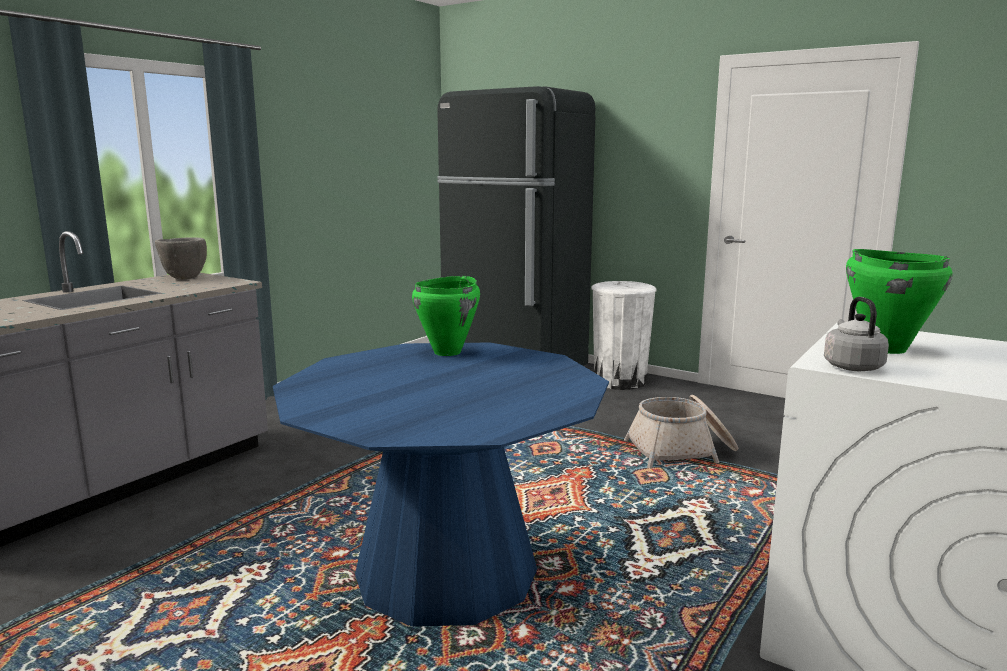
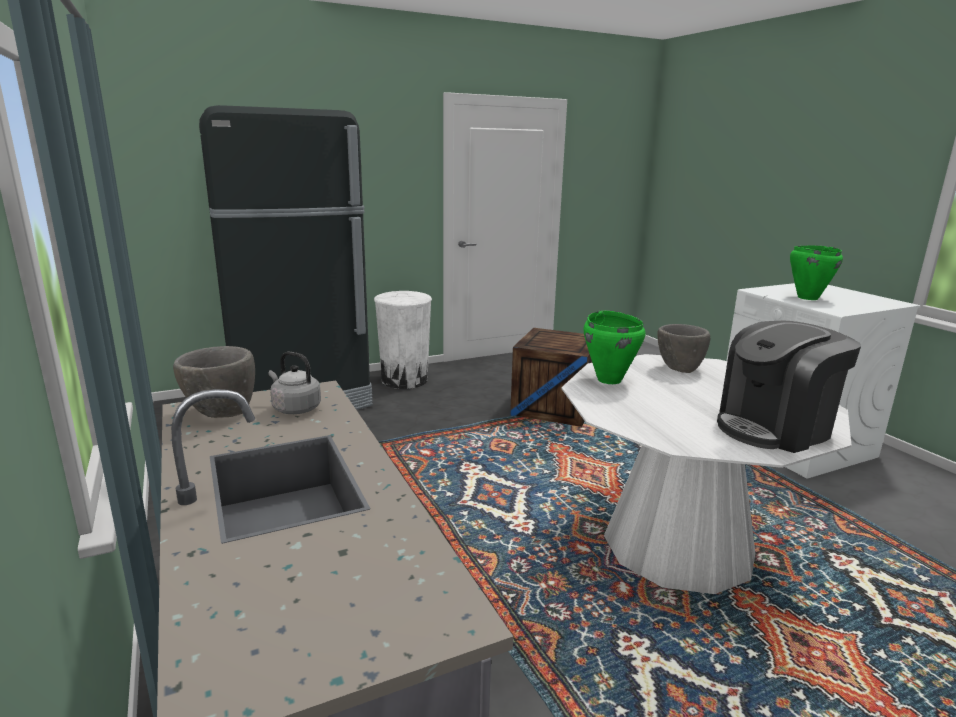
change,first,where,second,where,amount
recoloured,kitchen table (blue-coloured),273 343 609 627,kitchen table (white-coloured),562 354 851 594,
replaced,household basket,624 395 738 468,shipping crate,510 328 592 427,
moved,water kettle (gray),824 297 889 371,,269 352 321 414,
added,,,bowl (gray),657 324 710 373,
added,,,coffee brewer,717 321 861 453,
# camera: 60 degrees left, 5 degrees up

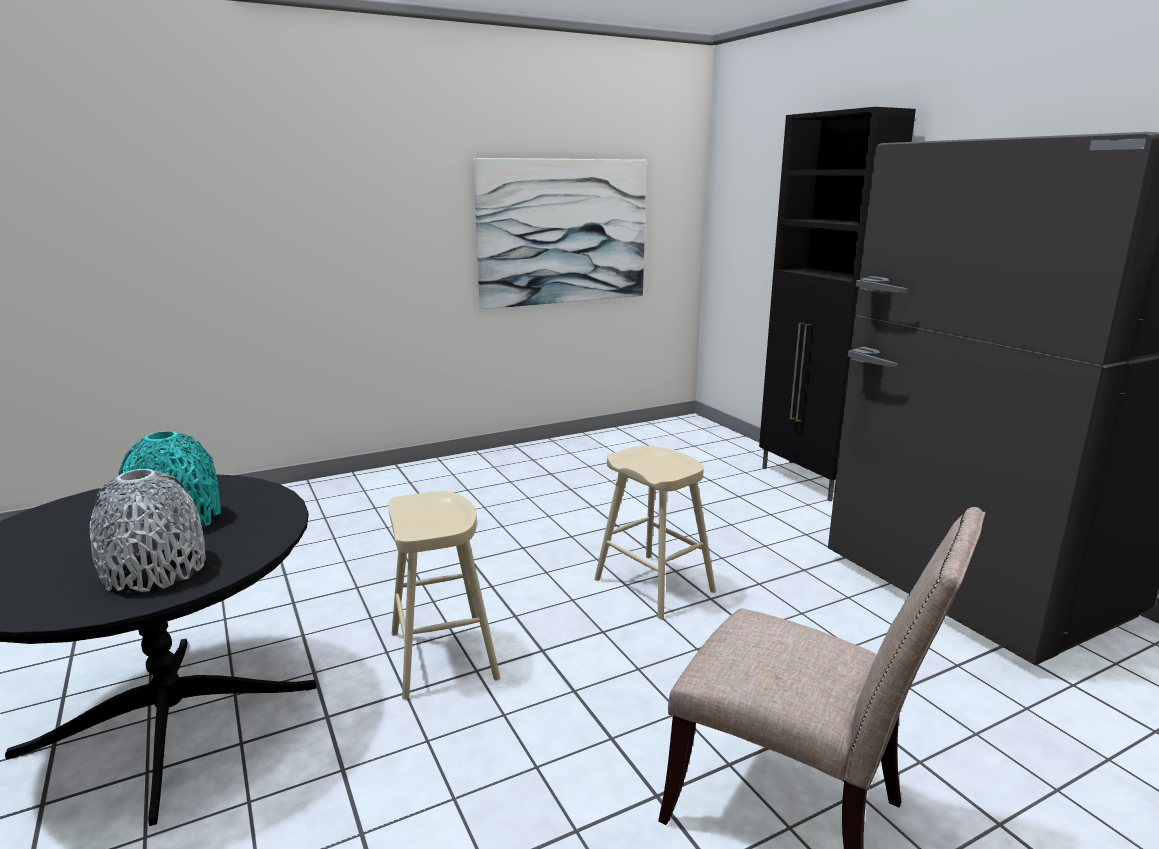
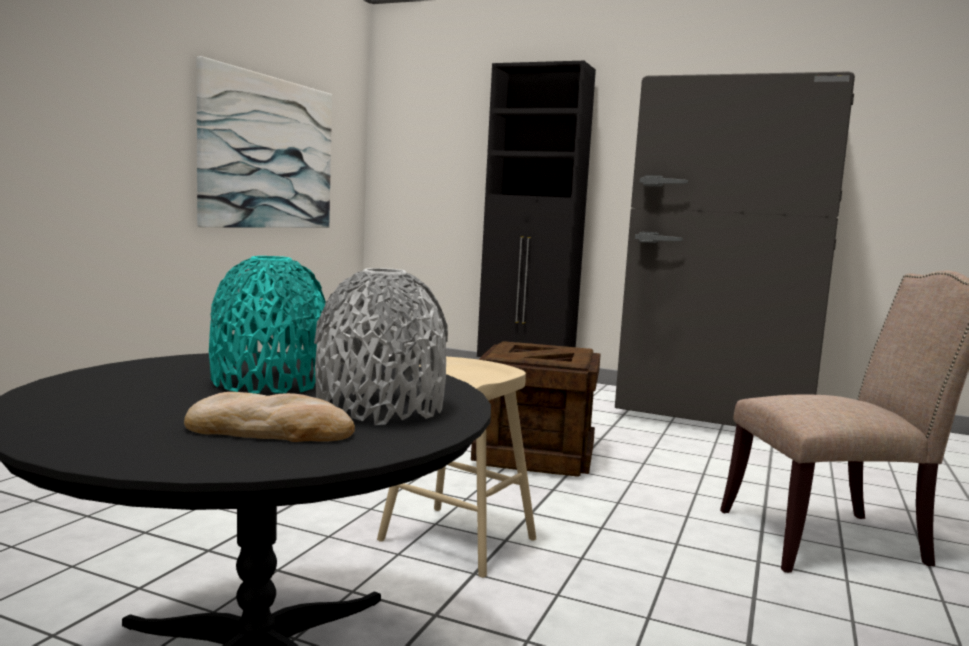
change,first,where,second,where,amount
replaced,stool (sand-coloured),594 446 716 619,shipping crate,471 341 601 477,
added,,,bread,184 392 355 442,
# camera: 40 degrees left, 10 degrees down

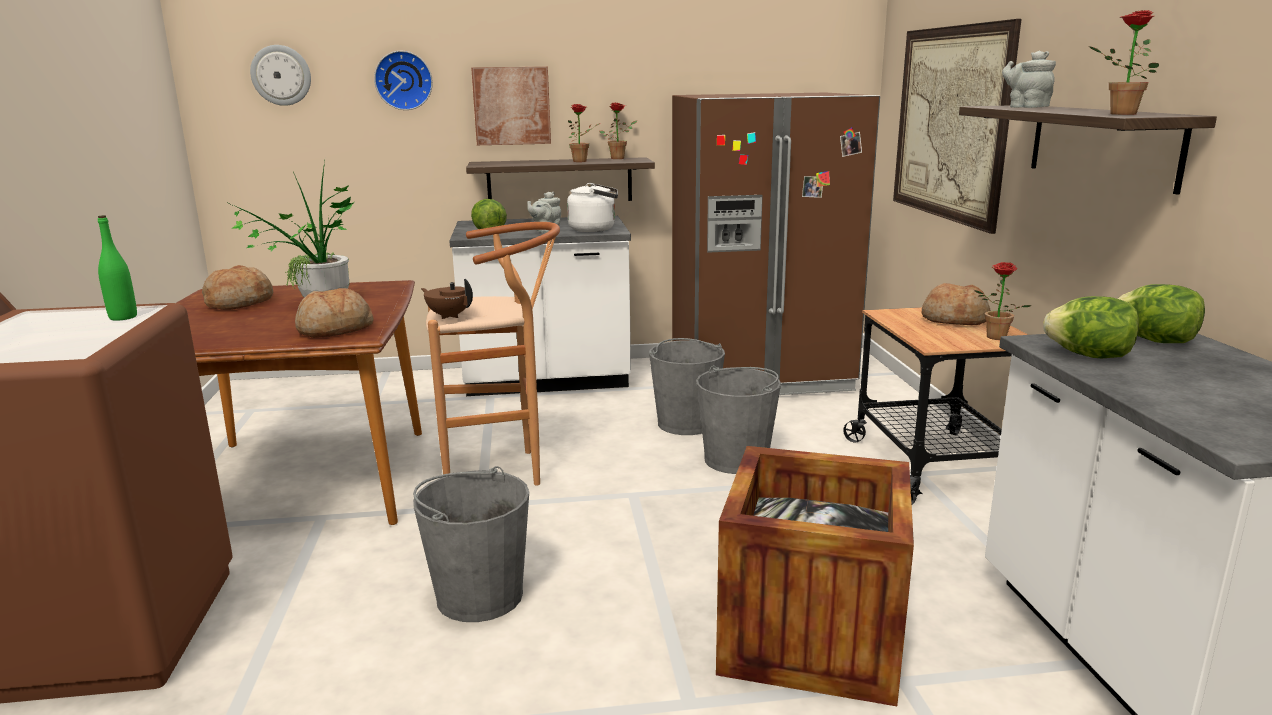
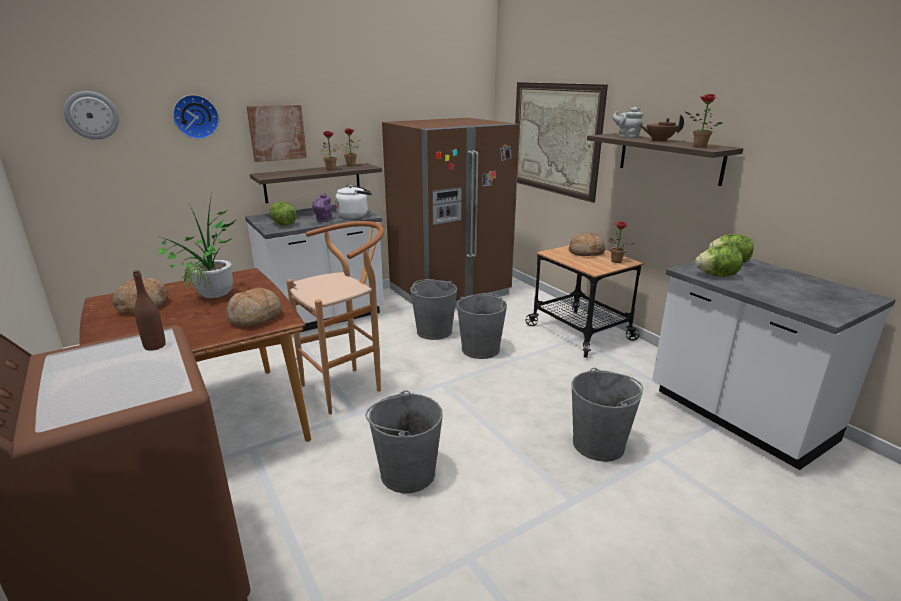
change,first,where,second,where,amount
recoloured,beverage bottle (green-coloured),98 215 137 321,beverage bottle (brown-coloured),133 270 166 351,
moved,tea pot (brown-coloured),421 279 473 319,,639 114 684 142,
recoloured,tea pot (gray),527 192 561 233,tea pot (purple),312 193 332 222,
replaced,shipping crate,716 446 914 706,pail (gray),572 368 643 462,
# camera: 25 degrees left, 5 degrees up

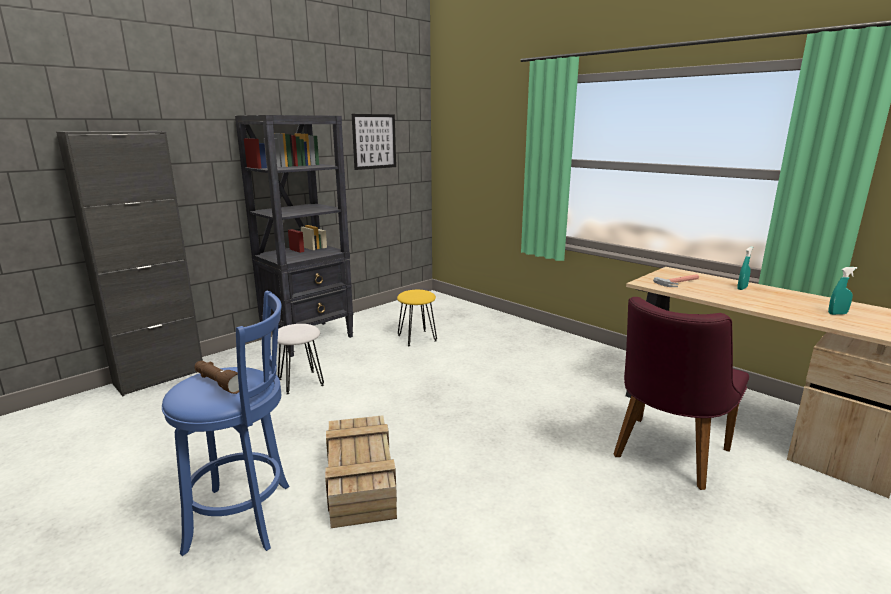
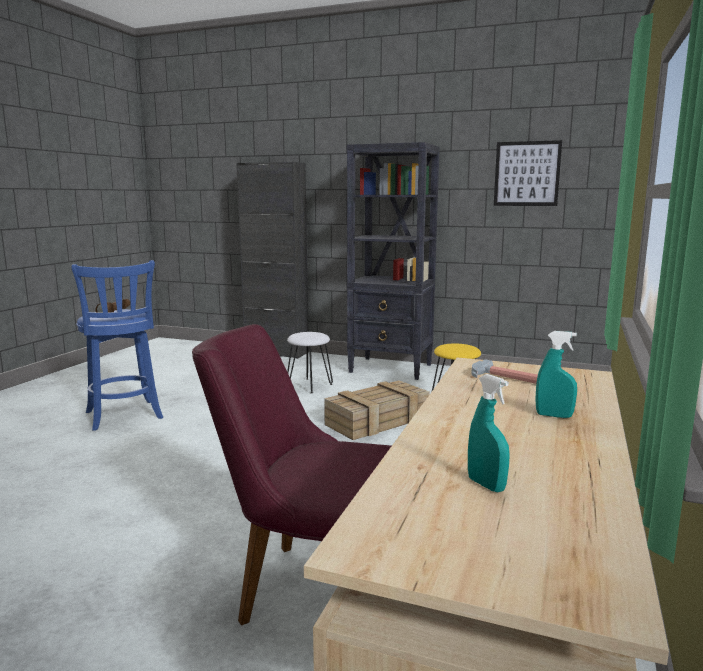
change,first,where,second,where,amount
moved,shipping crate,325 415 397 528,,324 380 430 440,
# camera: 65 degrees right, 5 degrees down

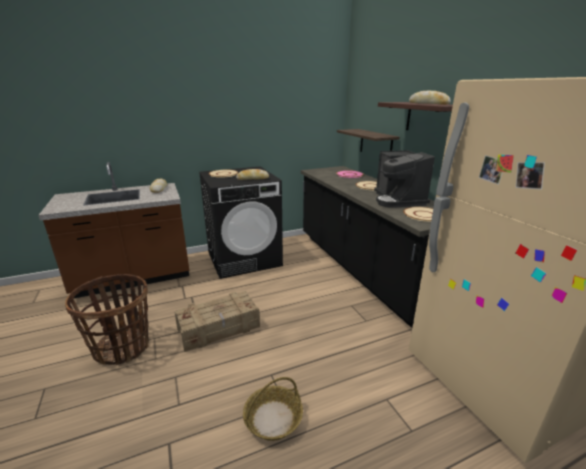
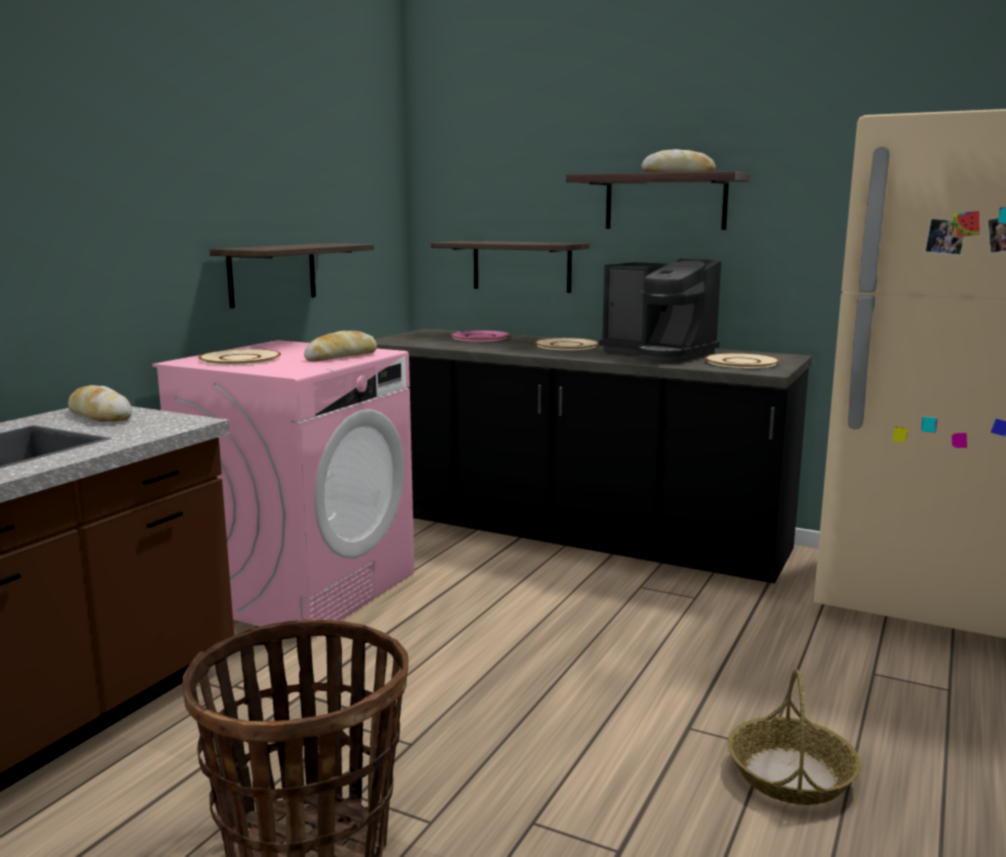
change,first,where,second,where,amount
removed,shipping crate,174 291 260 352,,,
recoloured,laundry machine (black-coloured),199 166 283 279,laundry machine (pinkish),152 340 414 639,
added,,,bracket shelf,209 243 374 308,
# camera: 40 degrees left, 10 degrees down

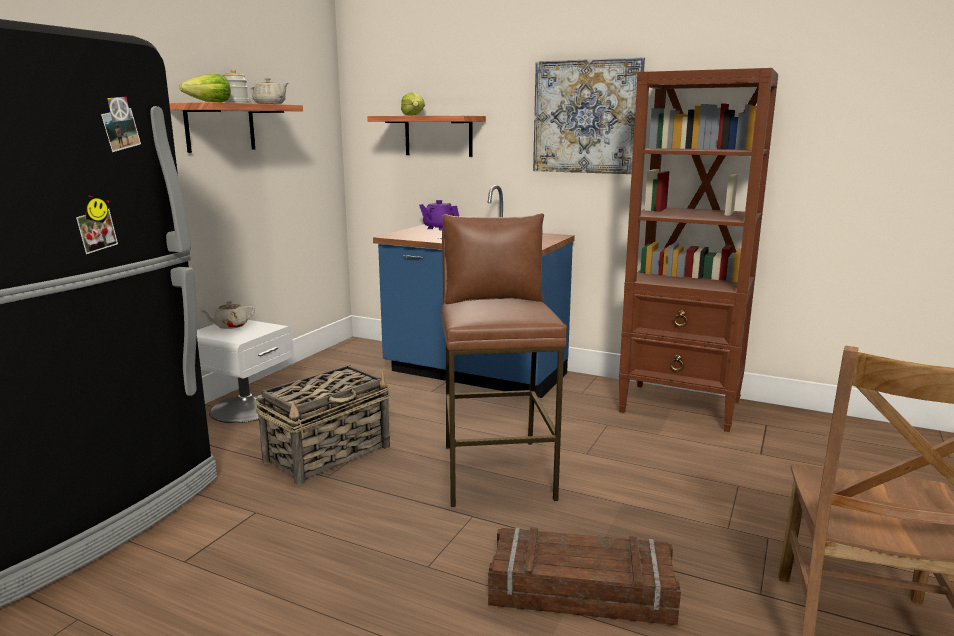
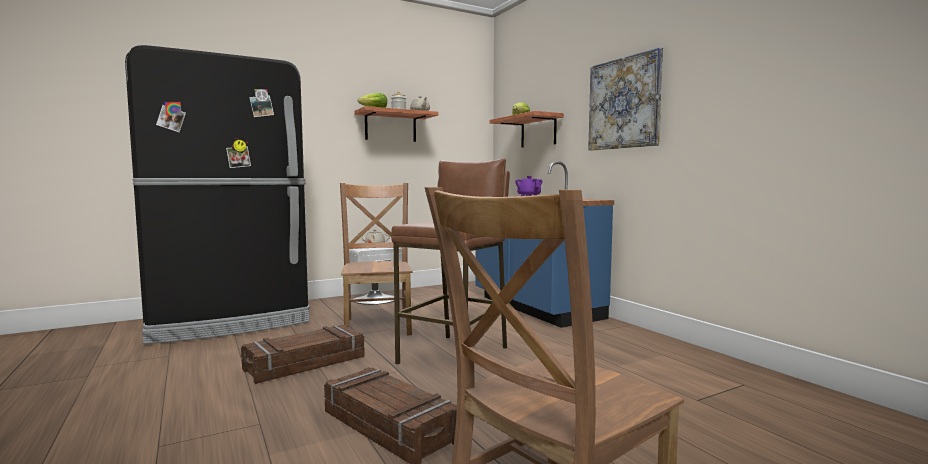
change,first,where,second,where,amount
replaced,household basket,255 365 390 485,chair (brown-coloured),340 183 413 335,
removed,shelving unit (brown-coloured),618 68 778 432,,,
added,,,shipping crate,241 325 365 384,
# camera: 35 degrees right, 10 degrees down

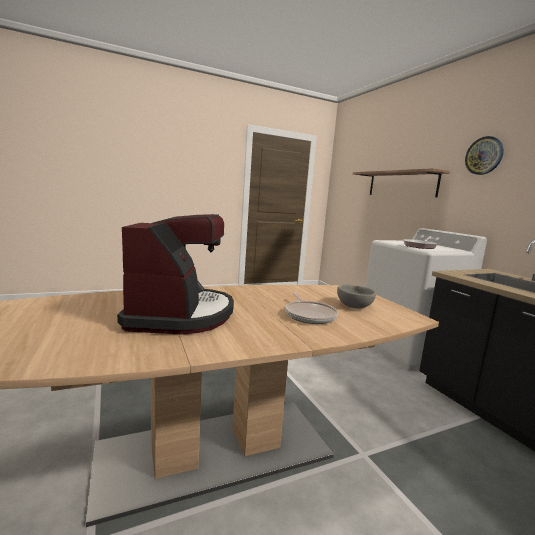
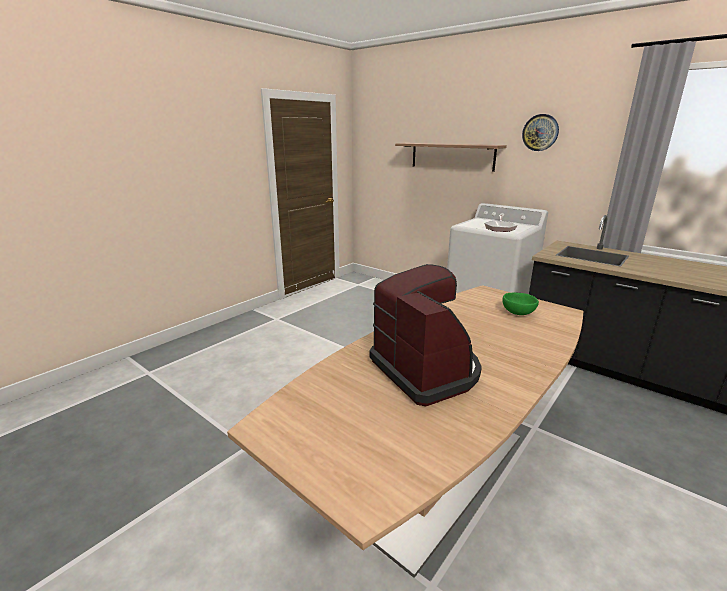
change,first,where,second,where,amount
removed,pan,285 292 338 324,,,
recoloured,bowl (gray),337 284 376 308,bowl (green-coloured),502 292 539 315,
# camera: 25 degrees left, 10 degrees up

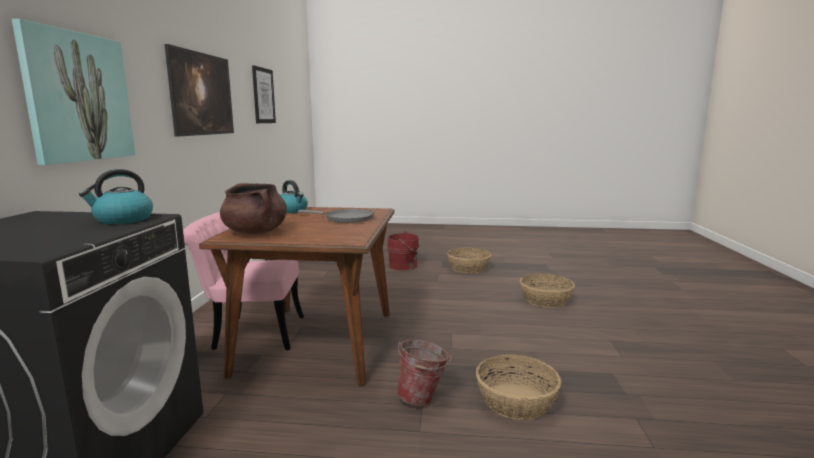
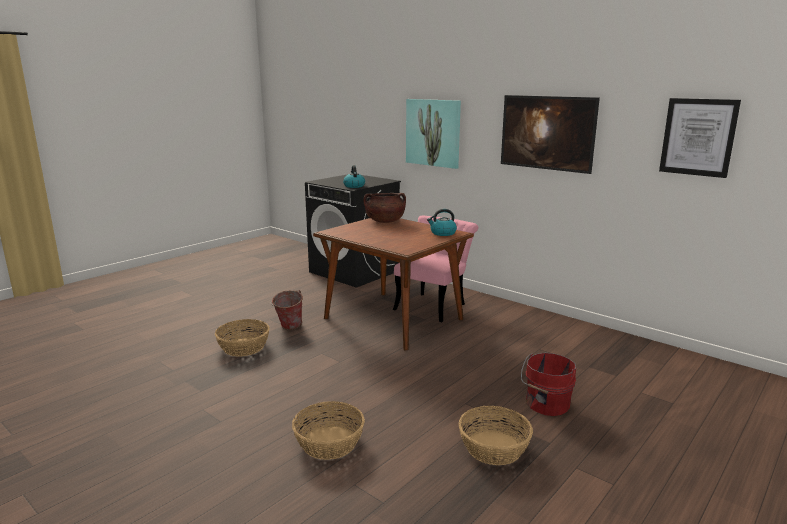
change,first,where,second,where,amount
removed,pan (gray),298 209 374 223,,,
# camera: 125 degrees right, 5 degrees up

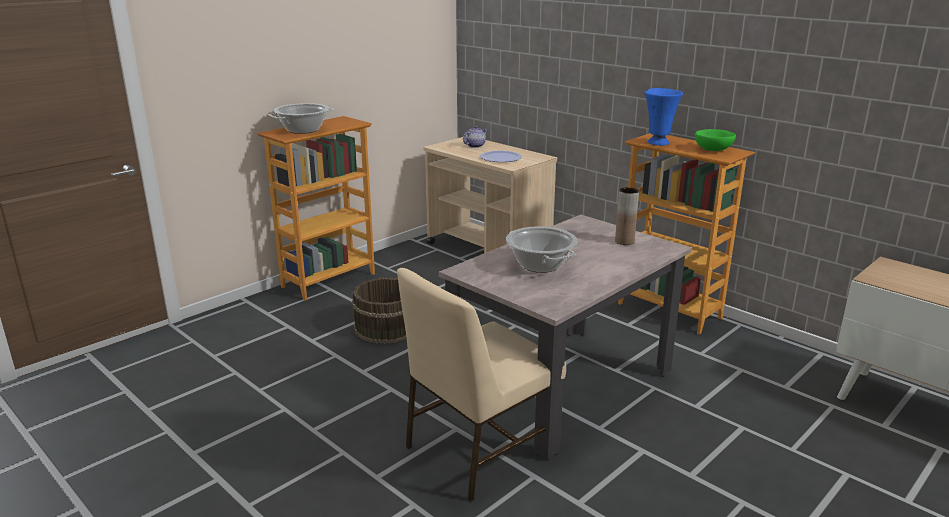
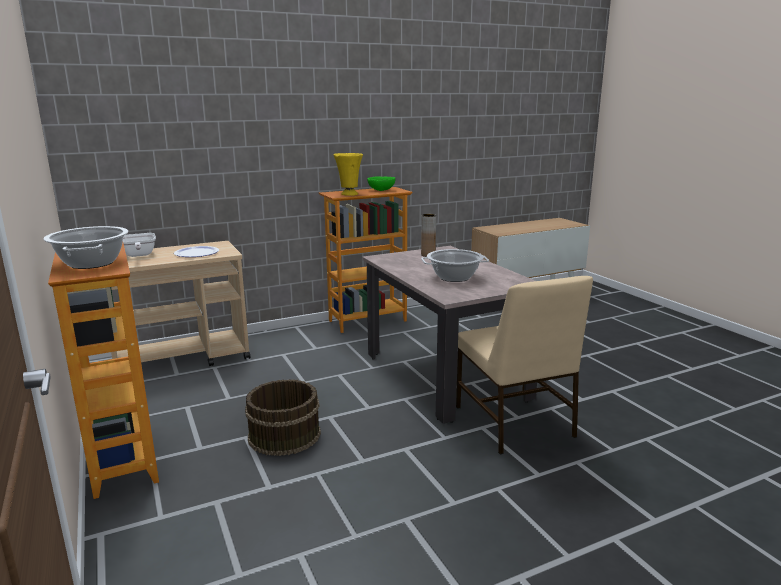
change,first,where,second,where,amount
replaced,tea pot,463 126 488 148,pan,123 233 156 257,
recoloured,decorative vase (blue-coloured),644 88 683 146,decorative vase (yellow),334 153 363 196,
# camera: 70 degrees left, 5 degrees down

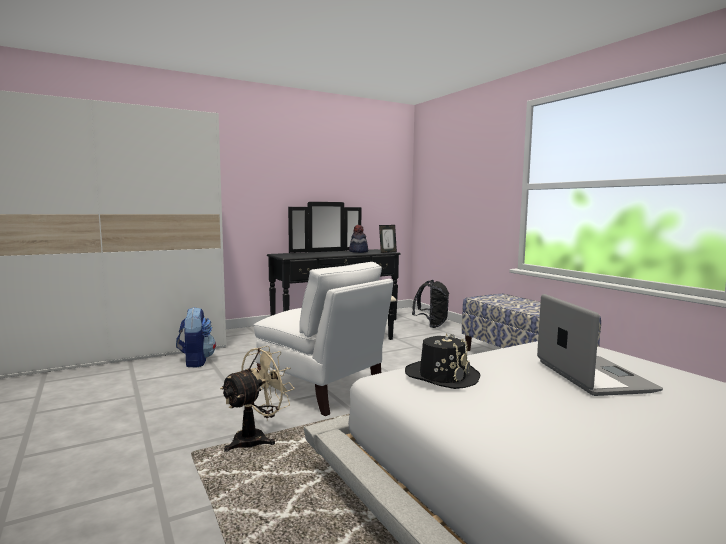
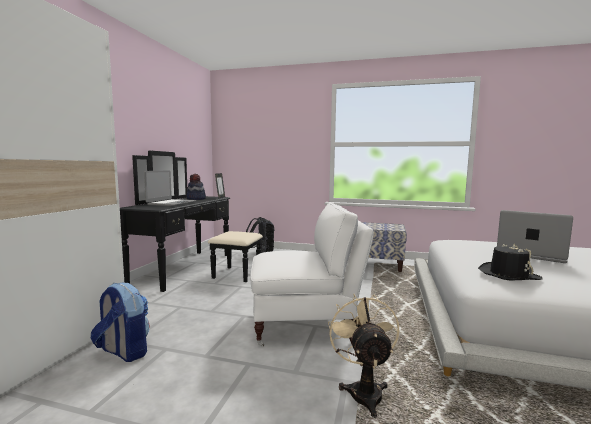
change,first,where,second,where,amount
added,,,laptop,144 171 197 206,
# camera: 45 degrees left, 0 degrees up

